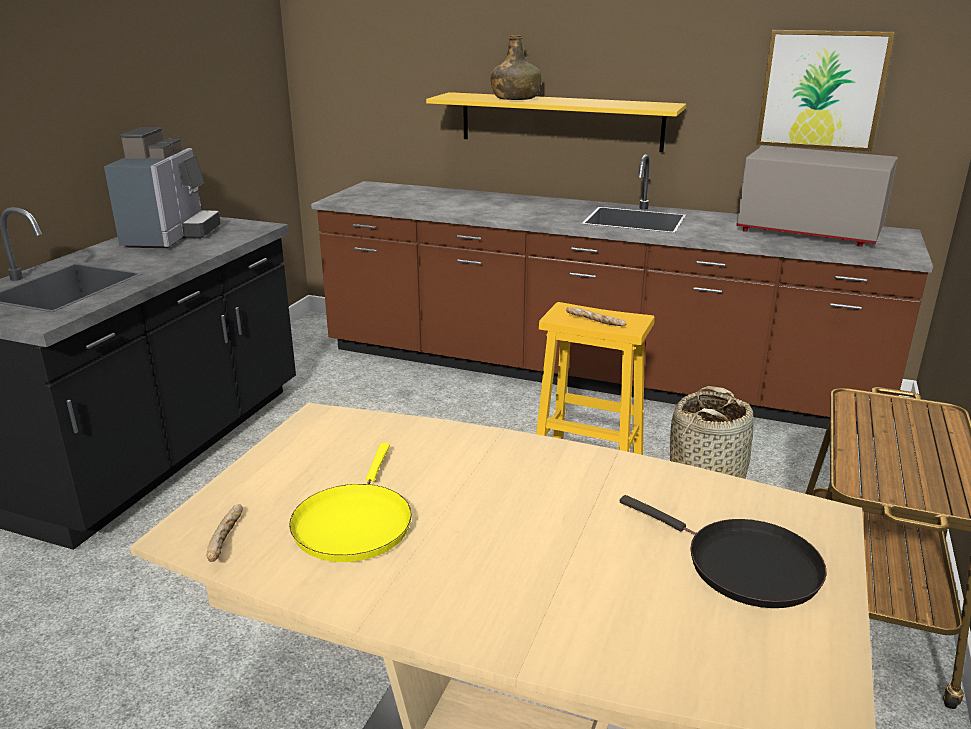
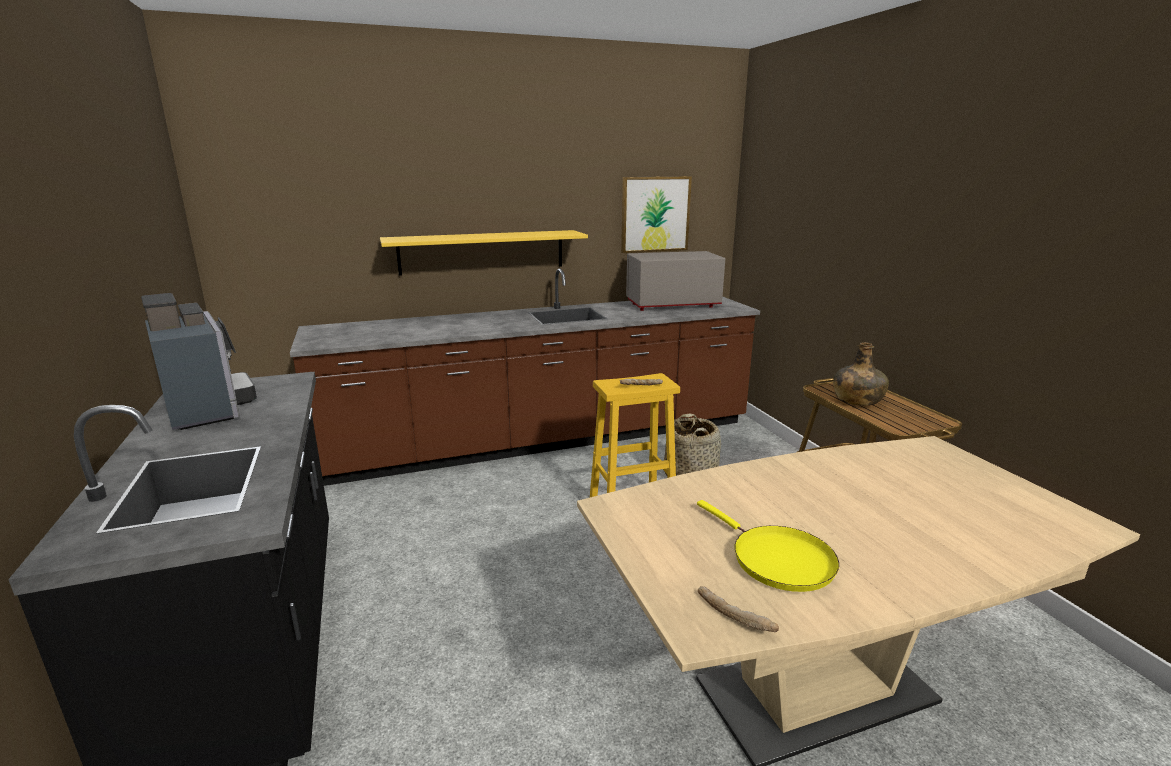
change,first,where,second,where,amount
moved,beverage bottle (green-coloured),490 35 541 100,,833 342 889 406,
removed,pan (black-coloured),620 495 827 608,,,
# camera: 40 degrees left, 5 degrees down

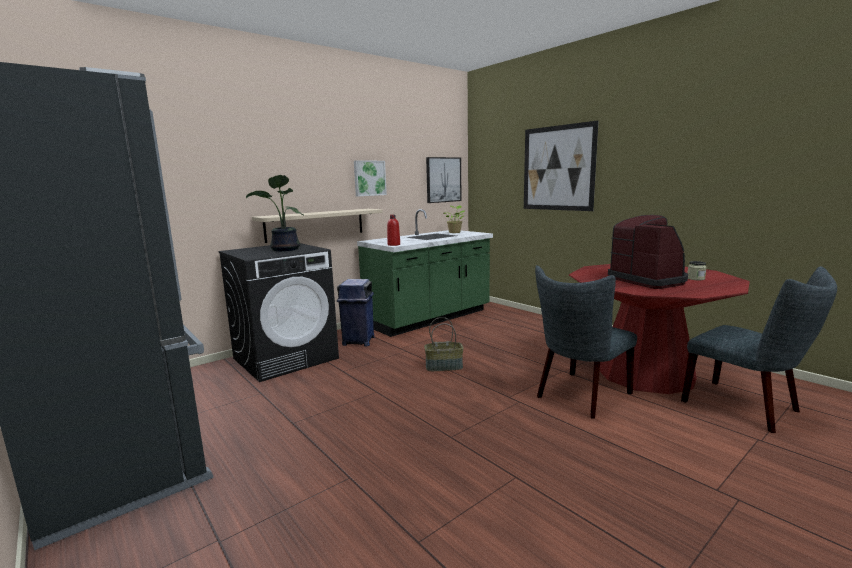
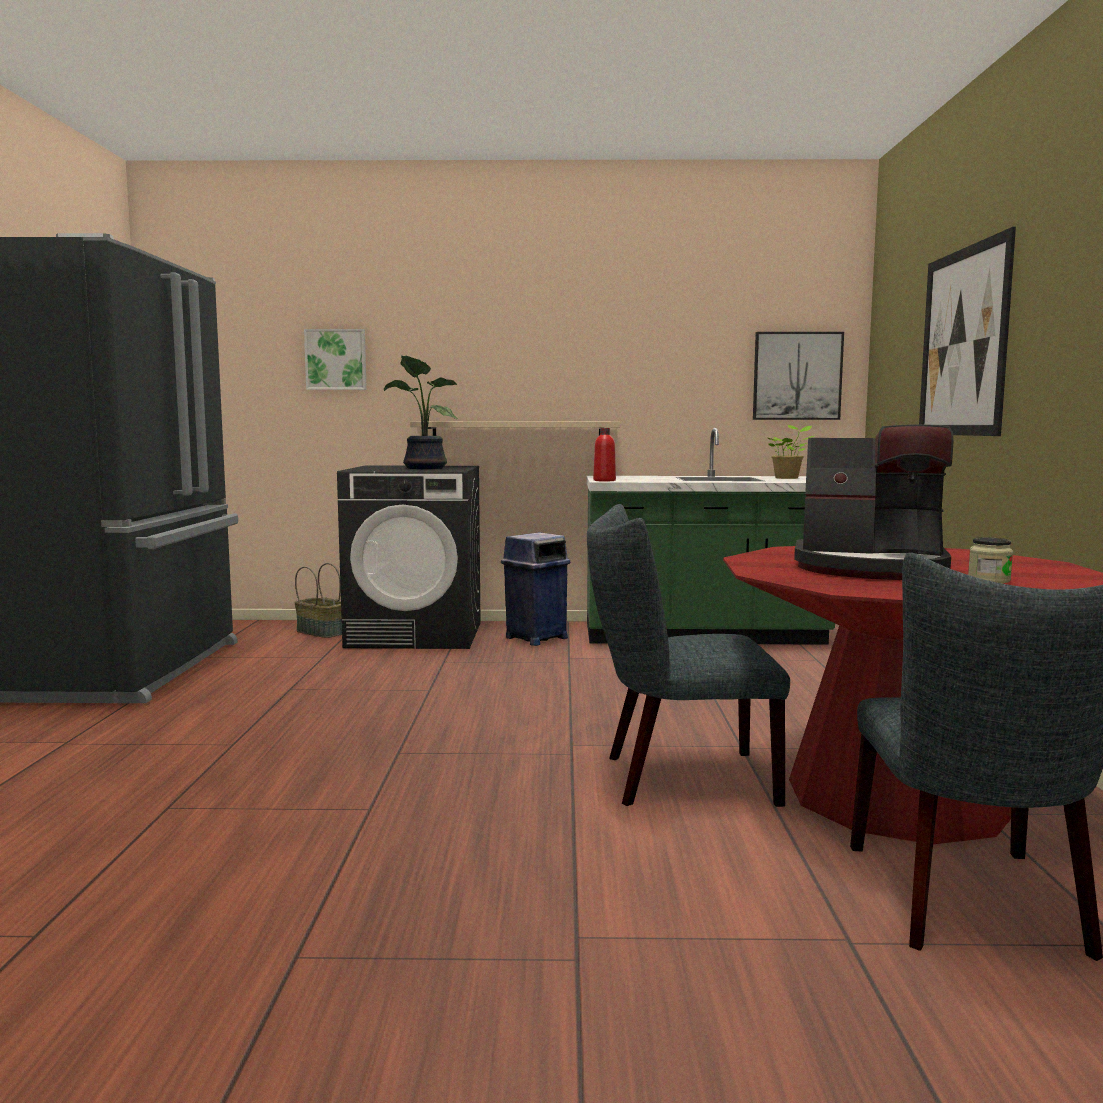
change,first,where,second,where,amount
moved,wall art,354 160 387 196,,304 329 367 390,
moved,household basket,424 317 464 371,,294 563 342 638,
turned,coffee brewer,608 215 688 289,,794 424 953 580,90 degrees clockwise
# camera: 40 degrees right, 5 degrees down

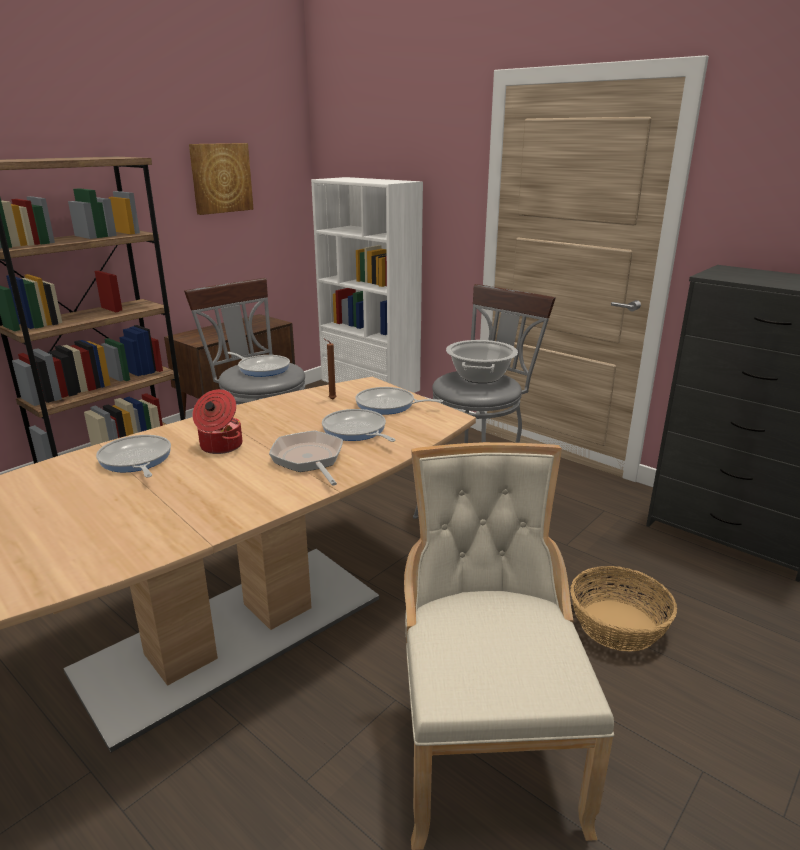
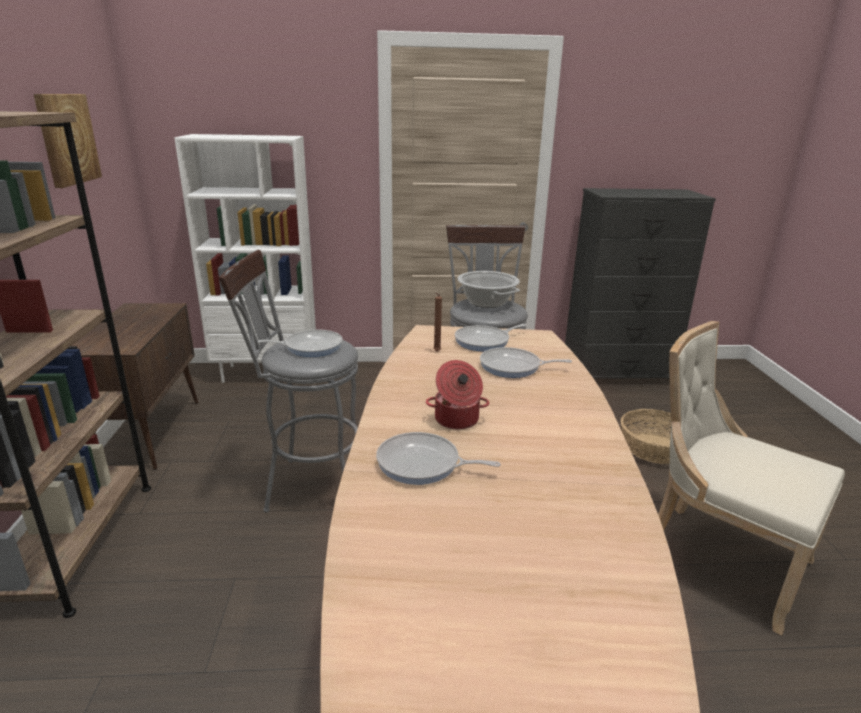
change,first,where,second,where,amount
removed,pan,269 430 343 486,,,
# camera: 45 degrees left, 0 degrees up

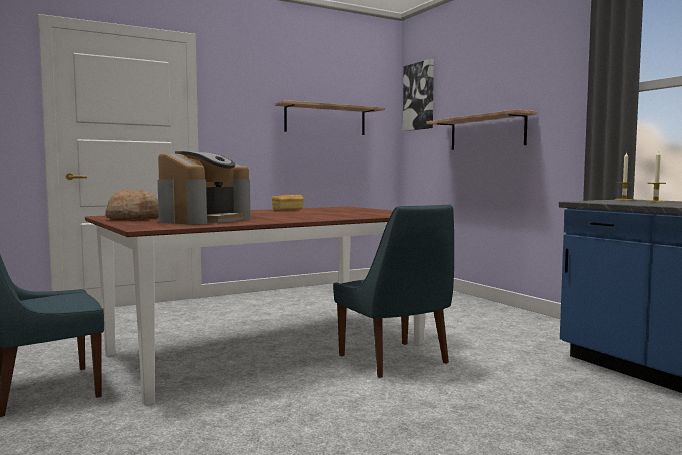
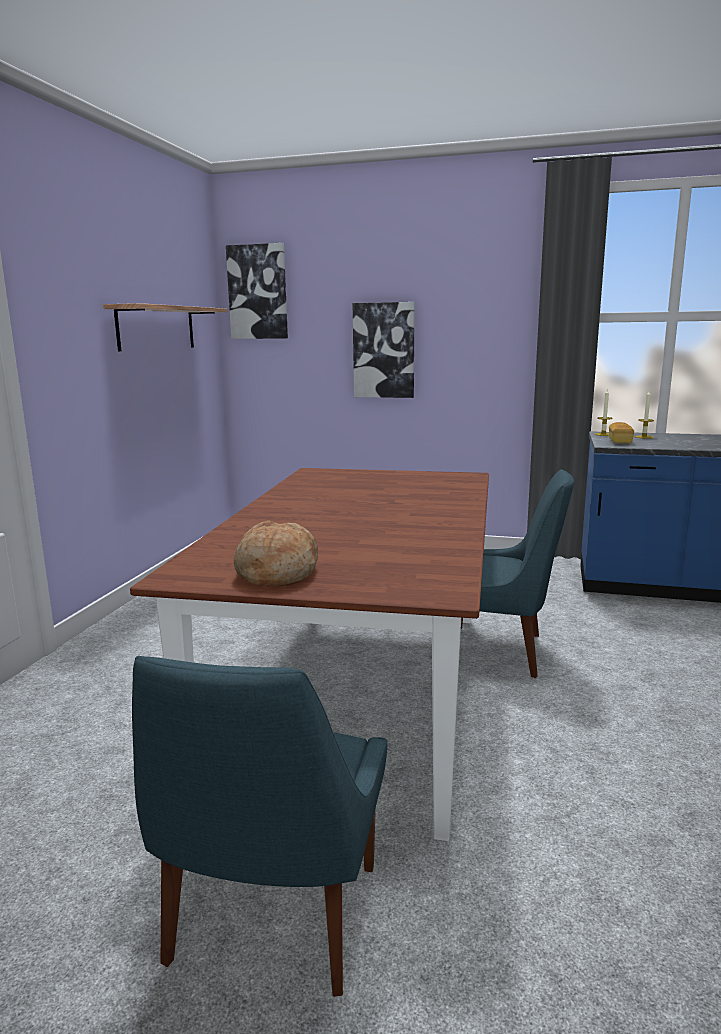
change,first,where,second,where,amount
removed,coffee brewer,157 151 251 224,,,
moved,bread,272 194 304 210,,609 422 634 443,
replaced,bracket shelf,426 109 537 150,wall art,353 302 415 398,
# camera: 45 degrees left, 10 degrees up

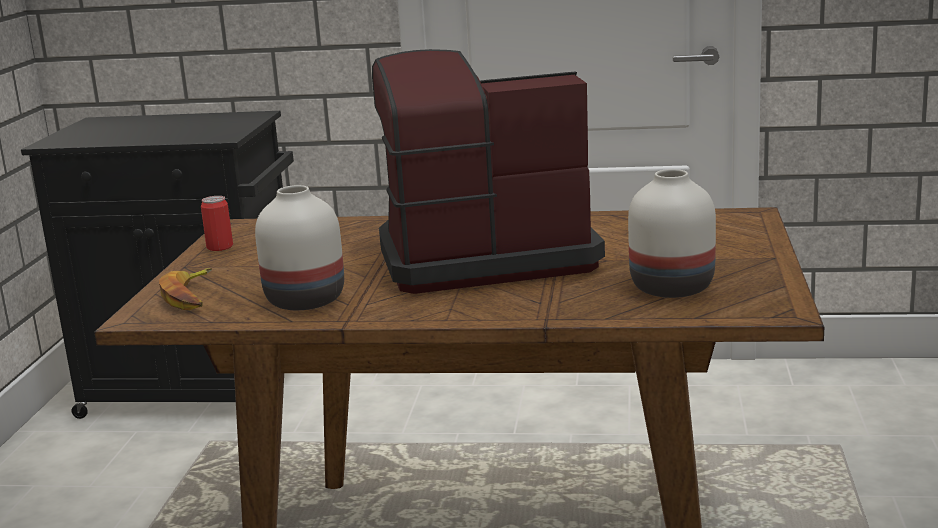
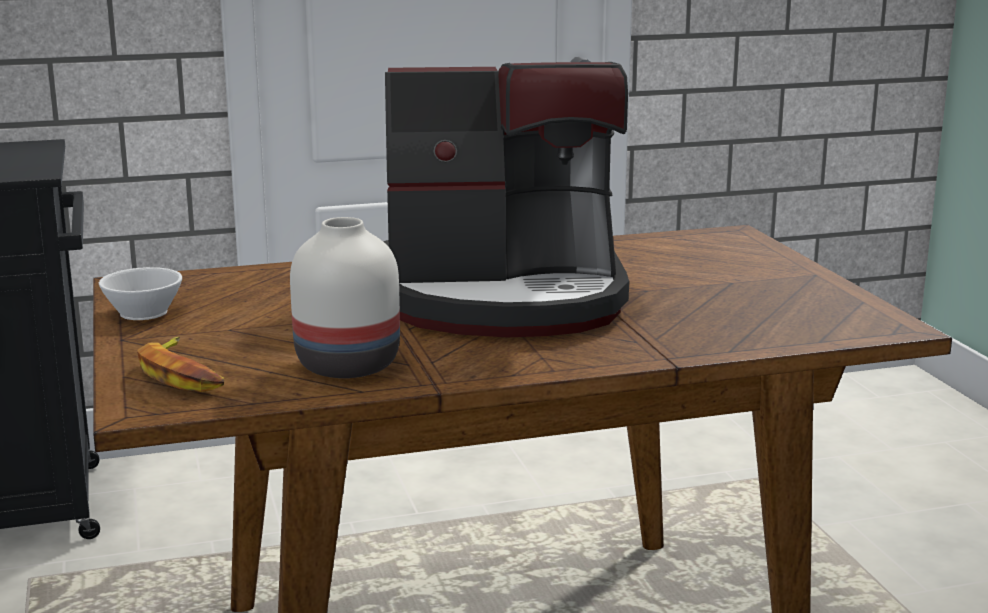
change,first,where,second,where,amount
replaced,can,201 196 233 251,cup (white-coloured),99 267 182 320,
turned,coffee brewer,372 49 605 294,,383 62 629 337,150 degrees counterclockwise
removed,decorative vase (white-coloured),628 169 716 298,,,
# camera: 25 degrees left, 0 degrees up

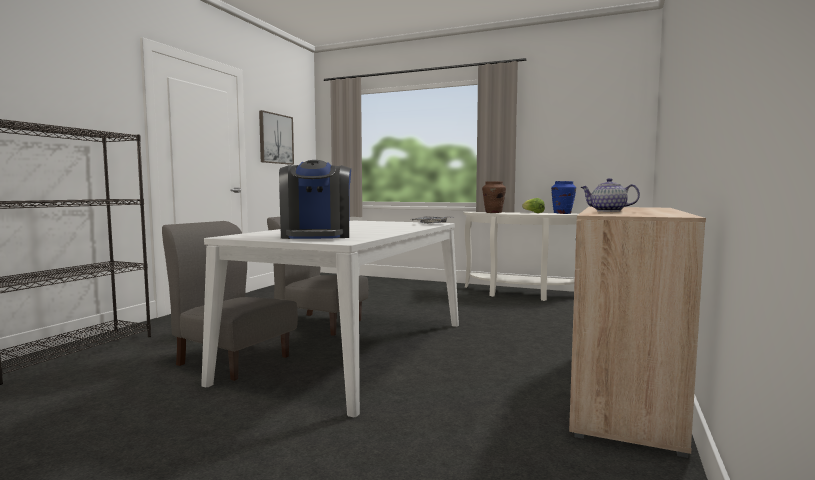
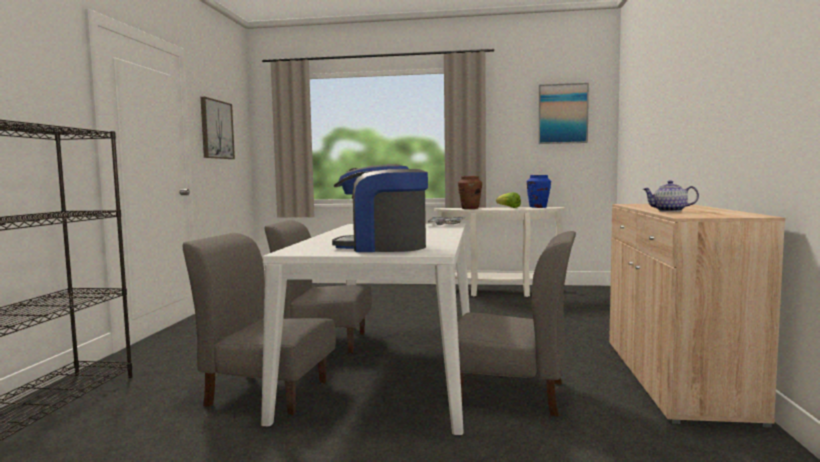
change,first,where,second,where,amount
turned,coffee brewer,279 160 351 239,,332 164 428 252,120 degrees clockwise
added,,,chair (gray),444 231 576 416,
added,,,wall art,538 83 589 144,
# camera: 15 degrees left, 0 degrees up

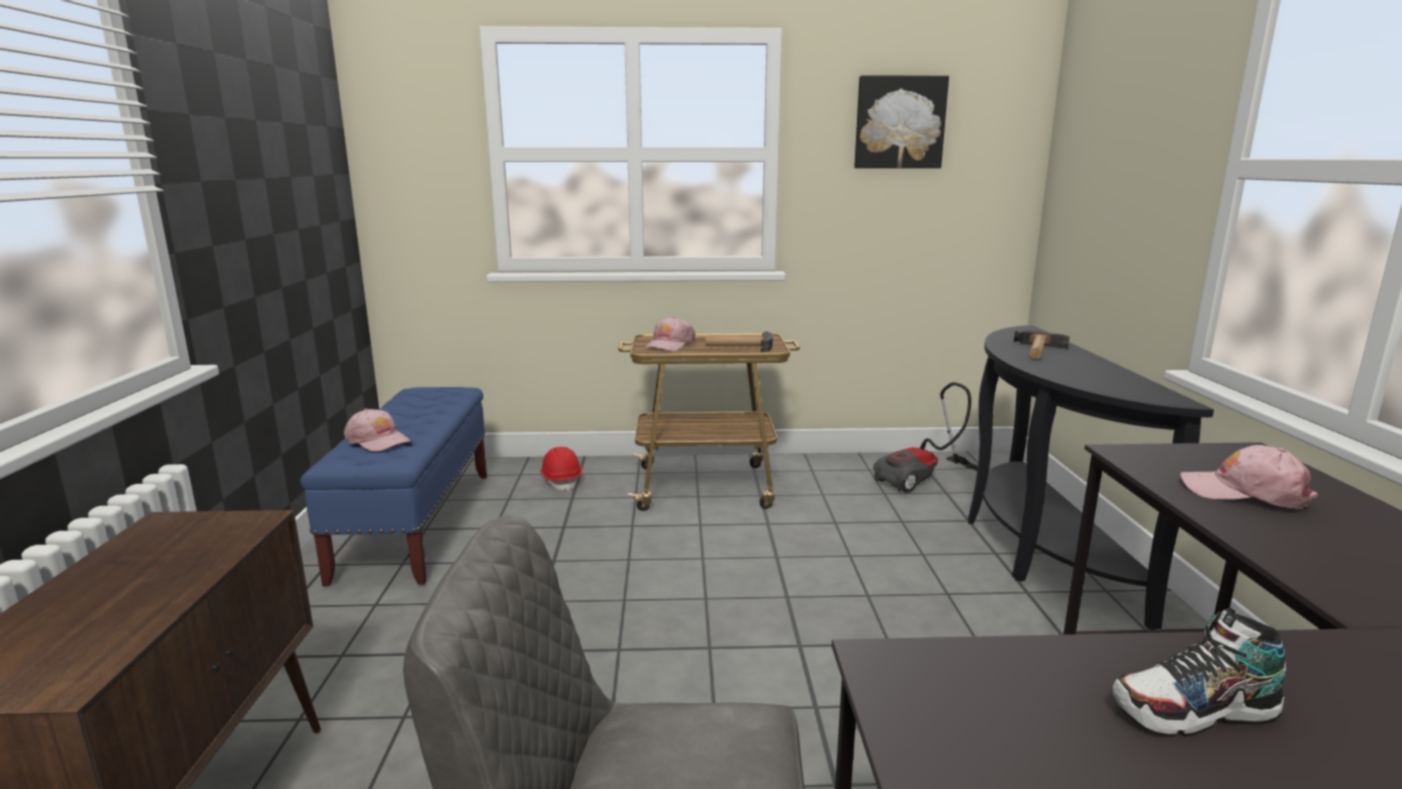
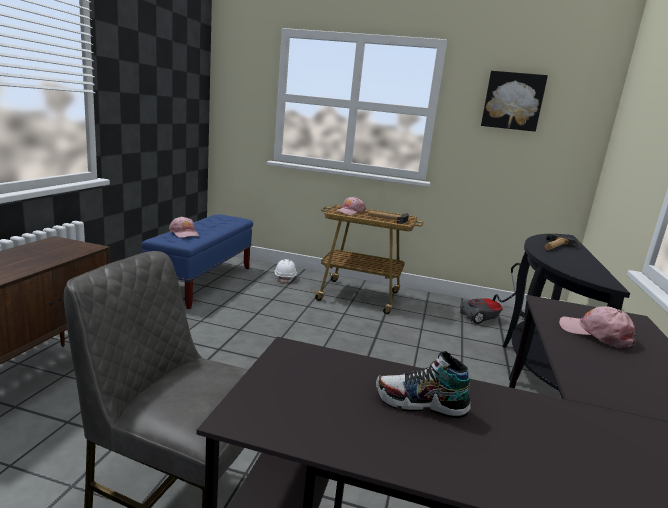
change,first,where,second,where,amount
recoloured,work helmet (red),540 447 582 491,work helmet (white-coloured),274 259 297 284,
# camera: 15 degrees right, 0 degrees up

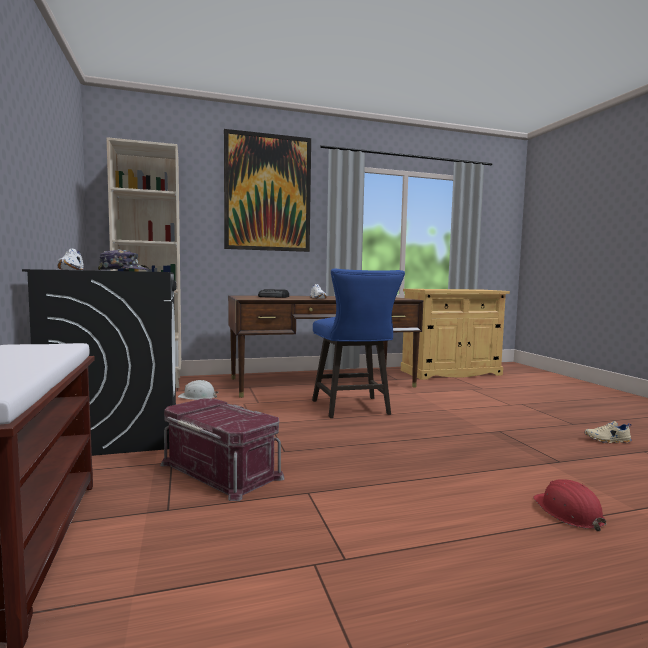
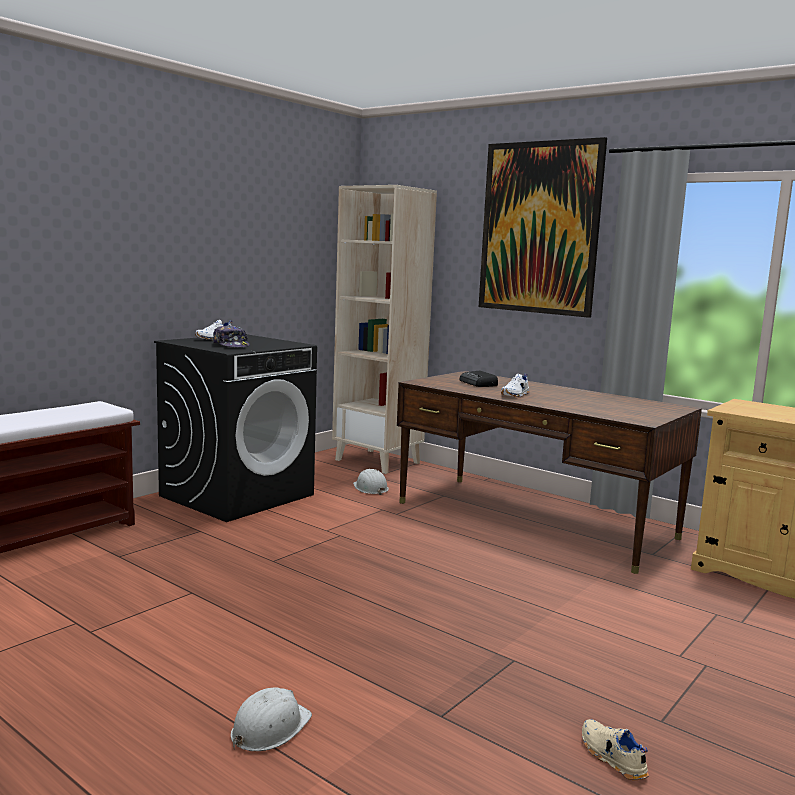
change,first,where,second,where,amount
removed,storage bin (red),160 398 284 501,,,
removed,stool (blue-coloured),312 269 405 418,,,
recoloured,work helmet (red),533 479 606 531,work helmet (white-coloured),230 687 312 751,
# camera: 55 degrees right, 5 degrees up

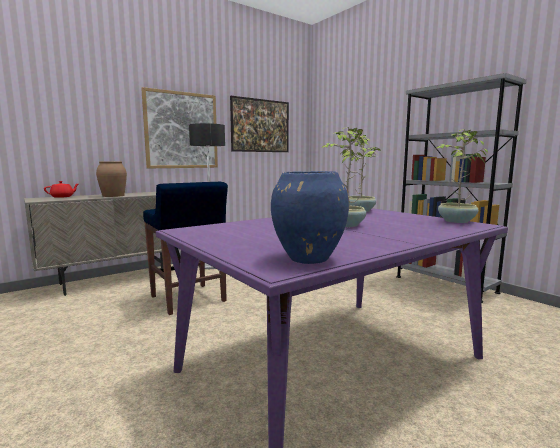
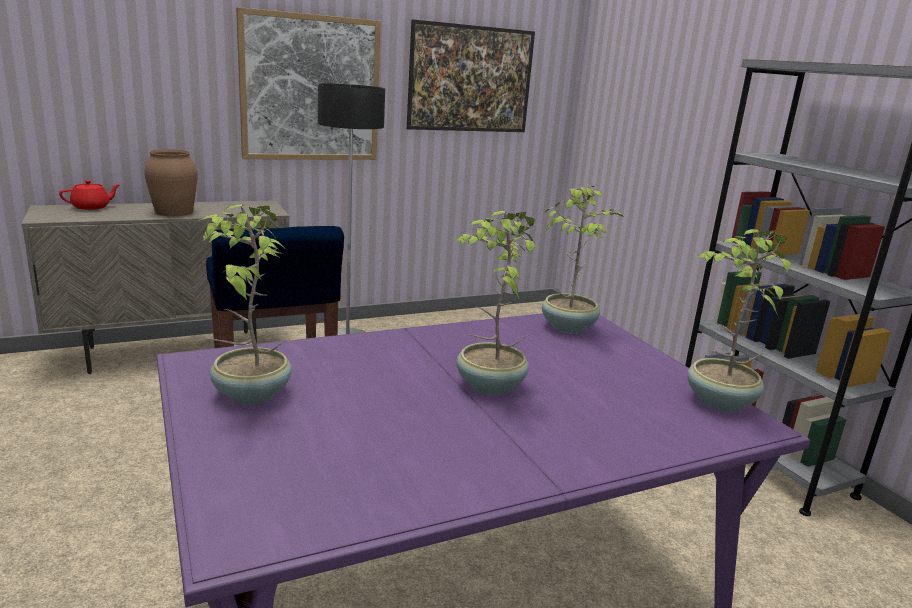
change,first,where,second,where,amount
removed,decorative vase (blue-coloured),271 171 349 264,,,
added,,,houseplant,198 205 292 405,
# camera: 10 degrees right, 10 degrees up

